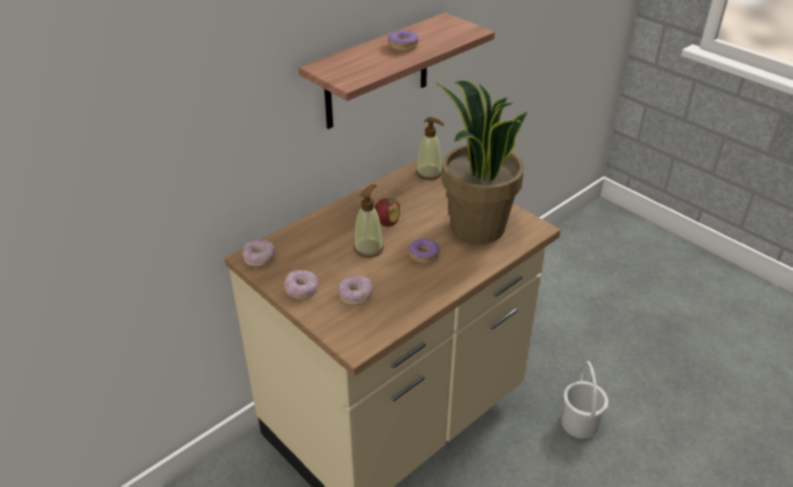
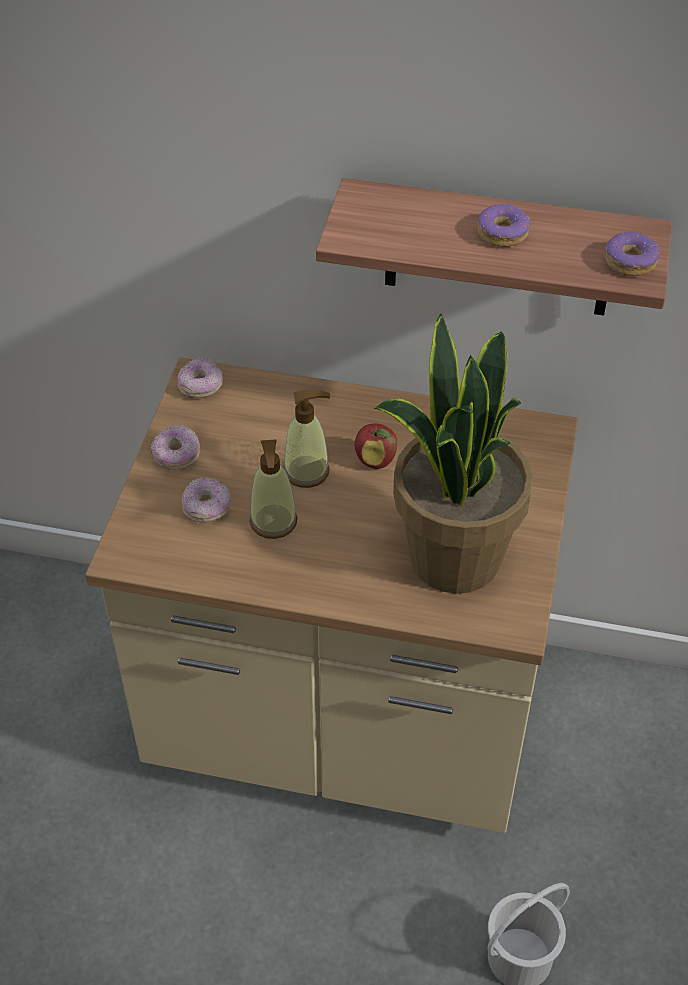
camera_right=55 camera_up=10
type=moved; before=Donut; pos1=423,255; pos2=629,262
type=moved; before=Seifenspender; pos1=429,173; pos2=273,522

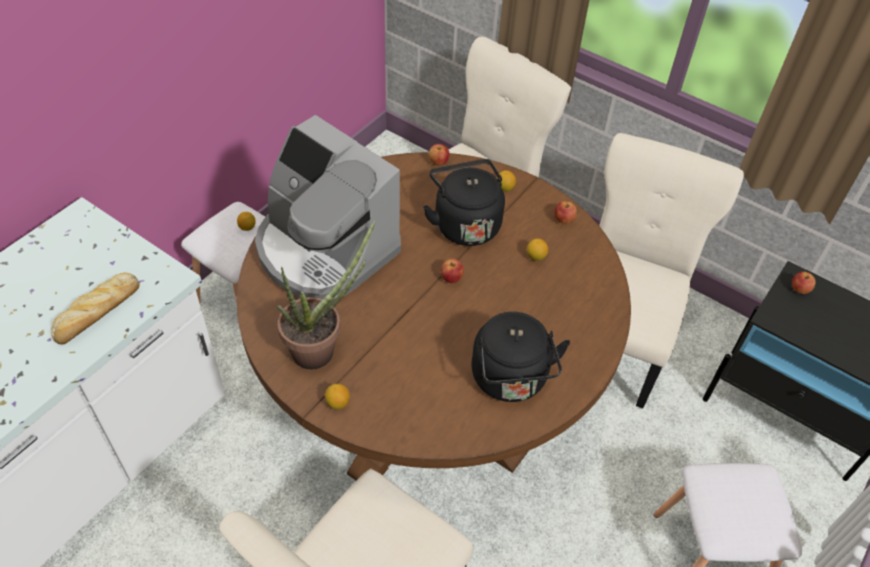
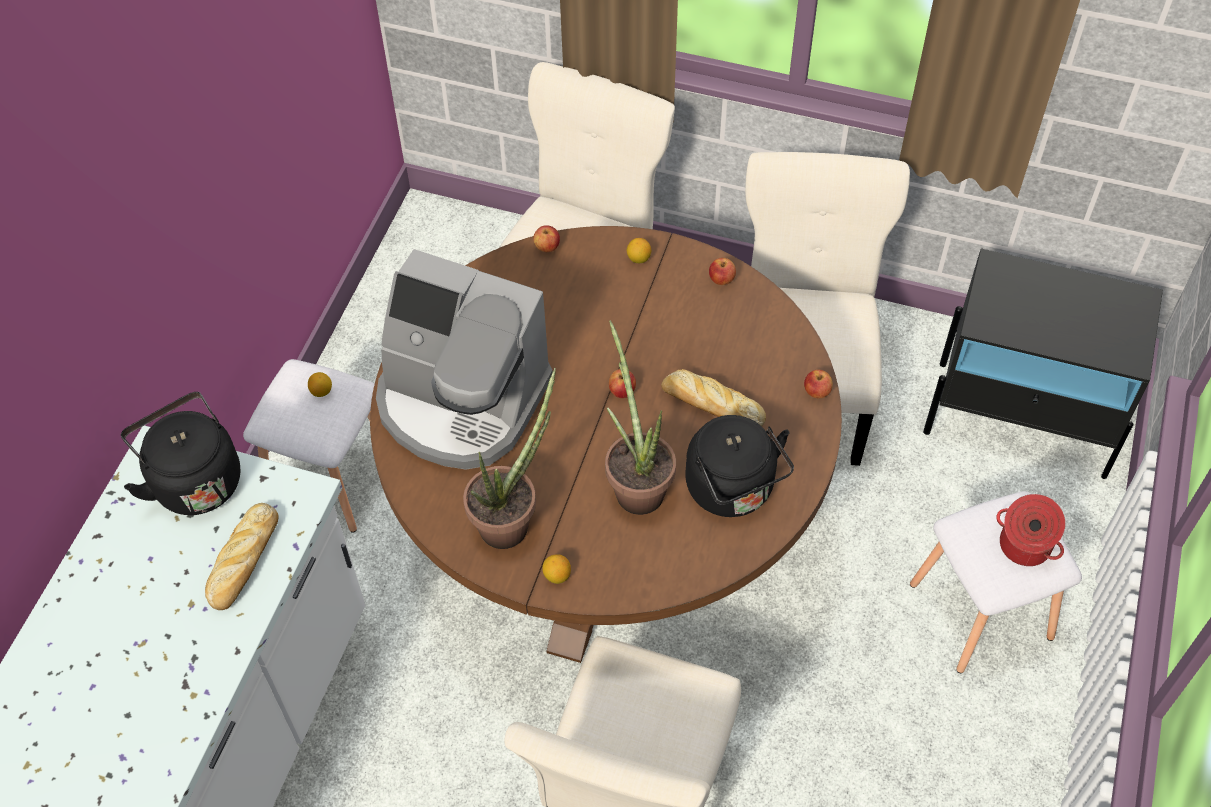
camera_right=-15 camera_up=5
type=removed; before=Zitrone; pos1=536,256
type=added; after=Topfpflanze; pos2=636,484
type=added; after=Brot; pos2=710,405
type=added; after=Kochtopf; pos2=1023,546
type=moved; before=Wasserkessel [schwarz]; pos1=465,223; pos2=194,479
type=moved; before=Apfel; pos1=799,289; pos2=816,392

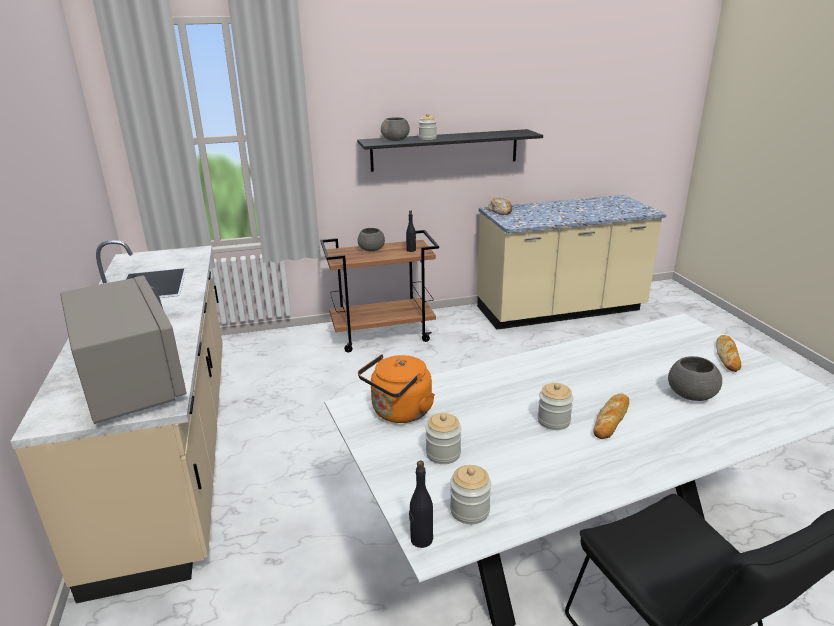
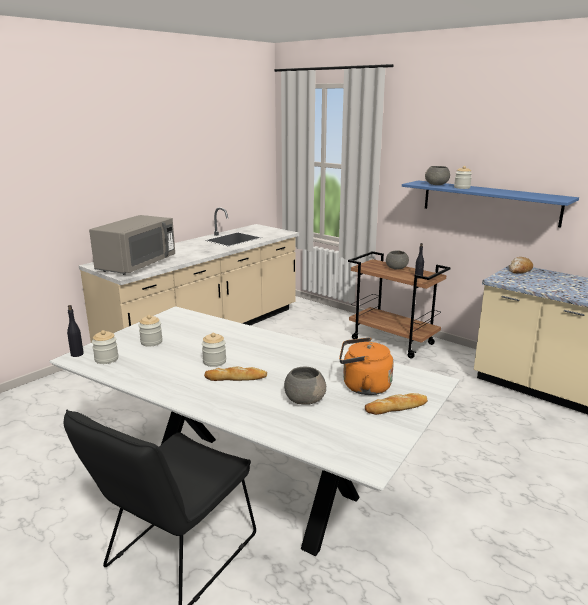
camera_right=55 camera_up=-5
type=moved; before=Wasserkessel [orange]; pos1=399,413; pos2=363,386
type=recoloured; before=Wandregal [schwarz]; after=Wandregal [blau]; pos1=445,150; pos2=489,202

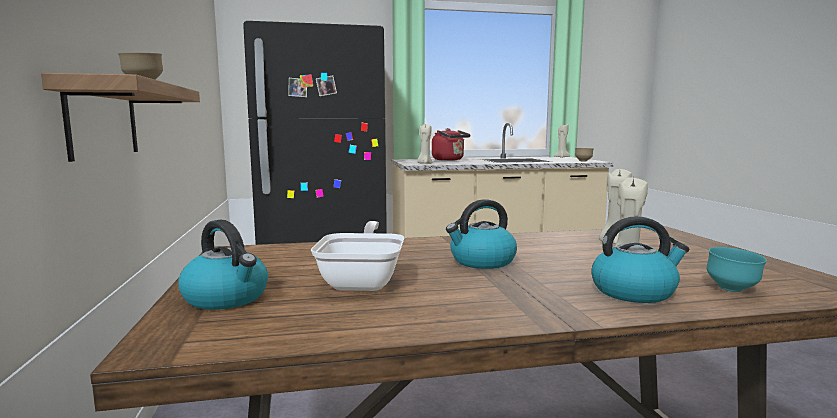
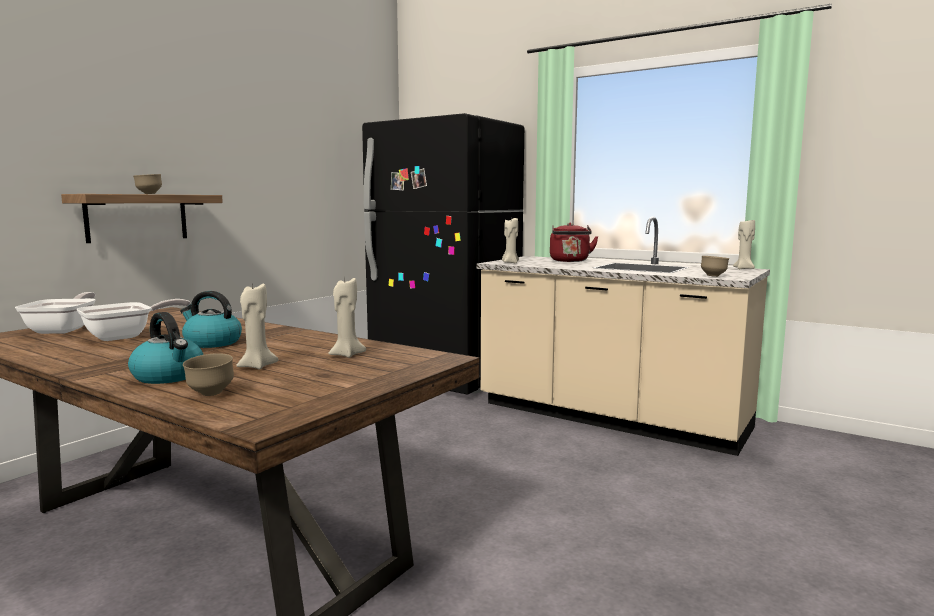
camera_right=45 camera_up=0
type=replaced; before=Wasserkessel; after=Pfanne; pos1=227,298; pos2=65,329
type=recoloured; before=Schüssel [türkis]; after=Schüssel [braun]; pos1=732,290; pos2=210,394

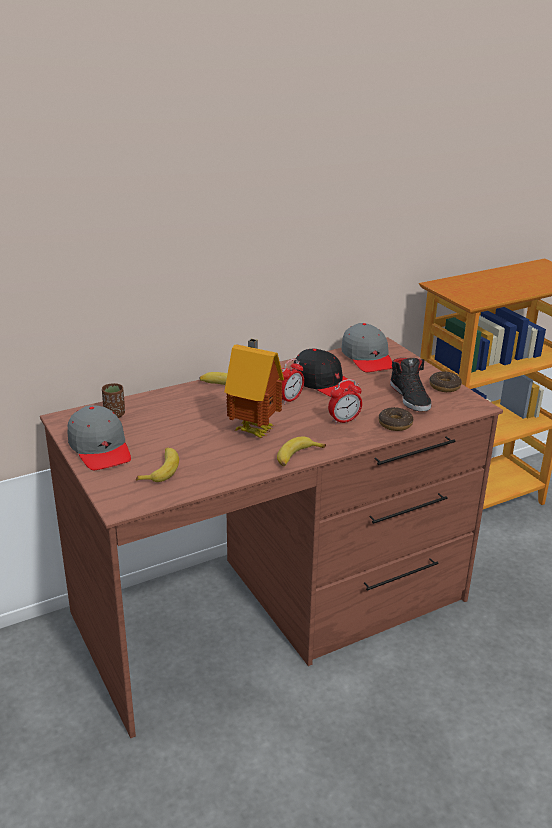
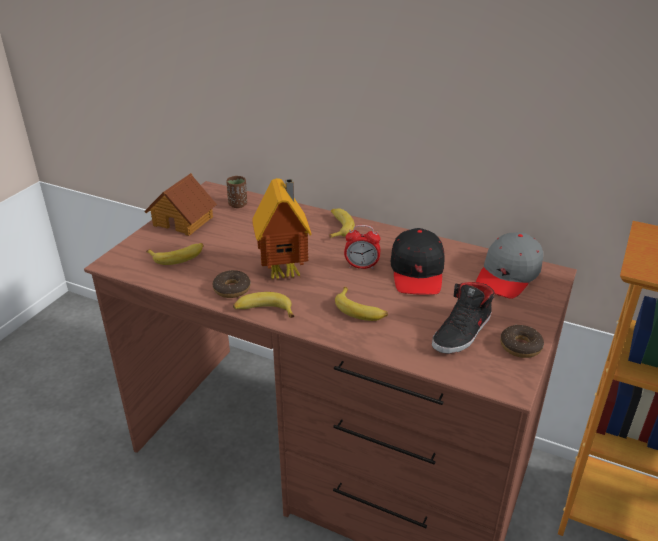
camera_right=55 camera_up=5
type=moved; before=Donut; pos1=395,424; pos2=232,289
type=replaced; before=Kappe [grau]; after=Spielzeughaus; pos1=100,448; pos2=183,220
type=replaced; before=Wecker; after=Banane; pos1=344,420; pos2=360,310

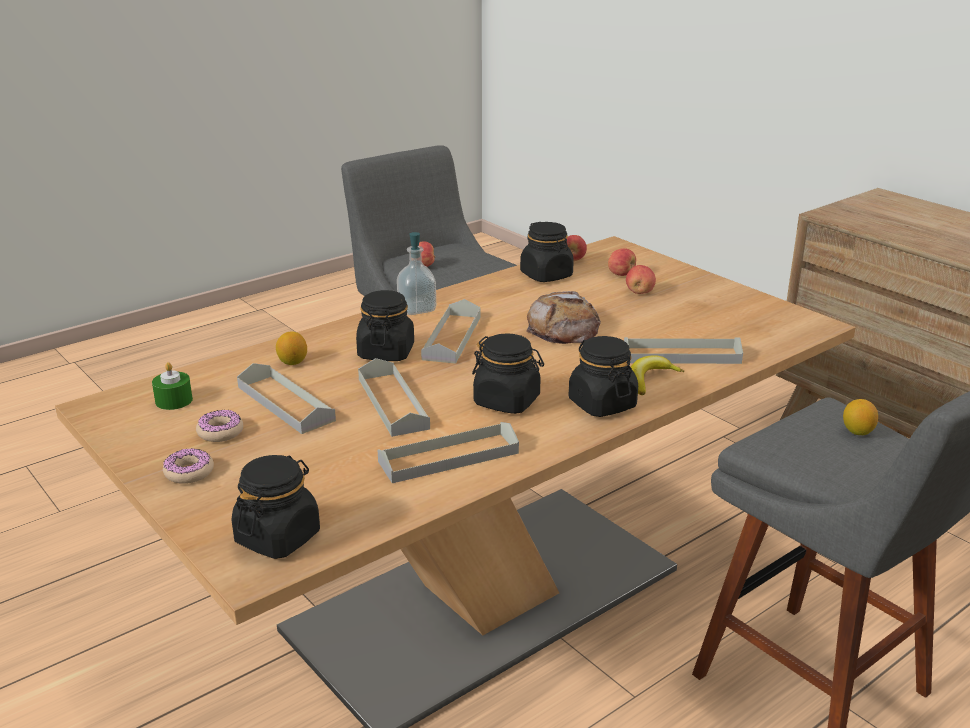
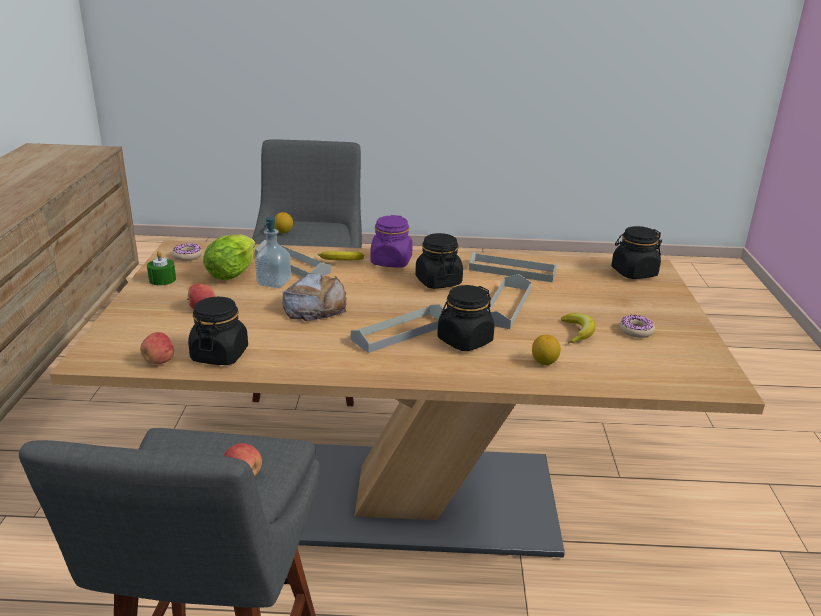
camera_right=-140 camera_up=0
type=removed; before=Apfel; pos1=621,274
type=added; after=Salatkopf; pos2=234,272
type=moved; before=Kerze [grün]; pos1=174,400; pos2=162,279
type=moved; before=Donut; pos1=189,472; pos2=187,256
type=moved; before=Seifenspender; pos1=417,309; pos2=274,282
type=replaced; before=Tablett [grau]; after=Banane; pos1=285,403; pos2=577,332
type=recoloured; before=Vorratsglas [schwarz]; after=Vorratsglas [lila]; pos1=601,404; pos2=391,262

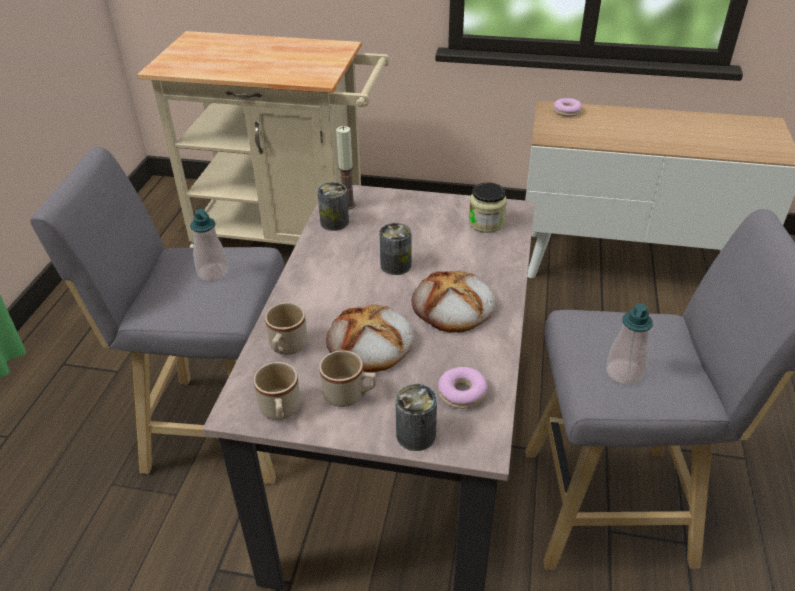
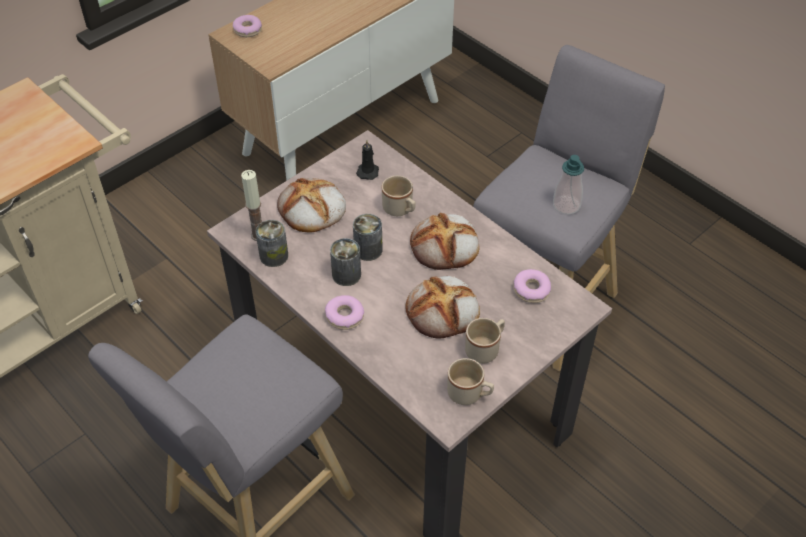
camera_right=-55 camera_up=10
type=removed; before=Seifenspender; pos1=213,273
type=added; after=Brot; pos2=311,209
type=added; after=Donut; pos2=344,316
type=moved; before=Henkelbecher [beige]; pos1=286,348; pos2=400,210
type=moved; before=Dose; pos1=416,435; pos2=346,274
type=replaced; before=Vorratsglas; after=Kerze [schwarz]; pos1=486,223; pos2=368,171

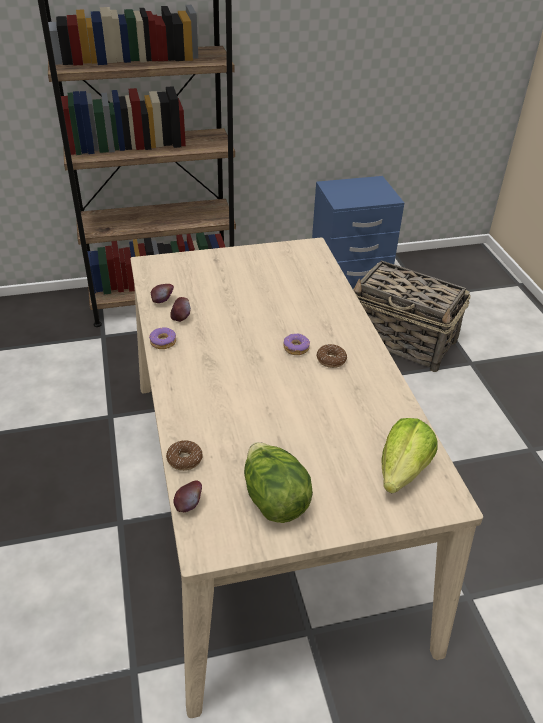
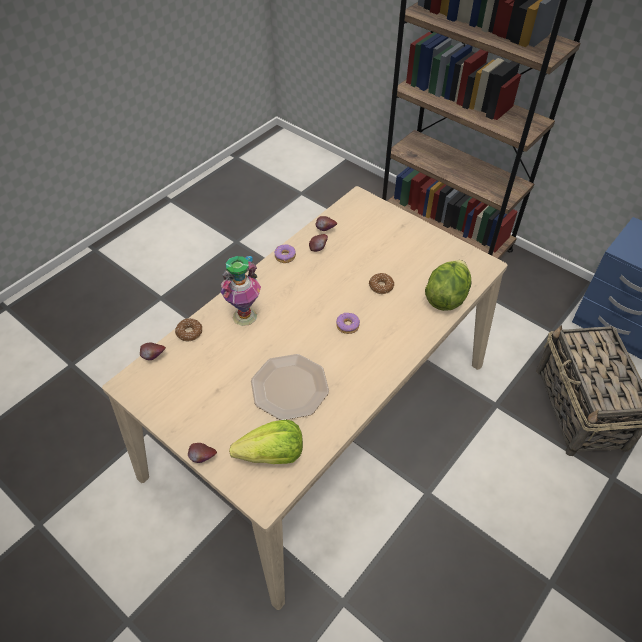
camera_right=55 camera_up=10
type=added; after=Apfel; pos2=203,458
type=added; after=Vase; pos2=244,316
type=added; after=Teller; pos2=290,387
type=moved; before=Salatkopf; pos1=274,499; pos2=446,297
type=moved; before=Donut; pos1=331,360; pos2=381,286

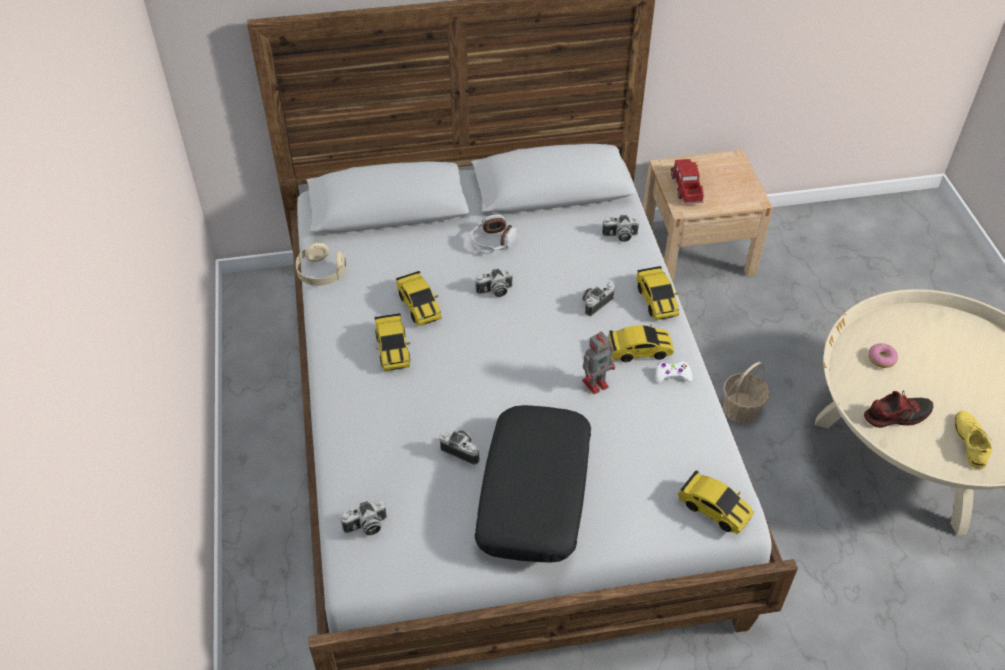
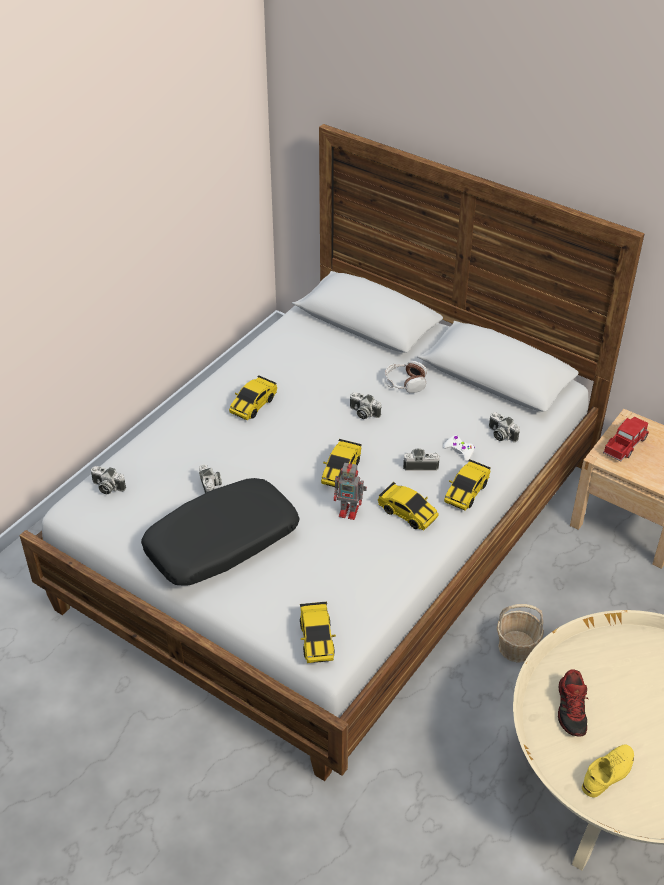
camera_right=45 camera_up=-5
type=removed; before=Kopfhörer [beige]; pos1=321,273
type=removed; before=Donut; pos1=881,359
type=moved; before=Spielzeugauto; pos1=419,305; pos2=341,471
type=moved; before=Gamepad [weiß]; pos1=672,375; pos2=459,450
type=turned; before=Schuh; pos1=896,415; pos2=572,709; turn=60

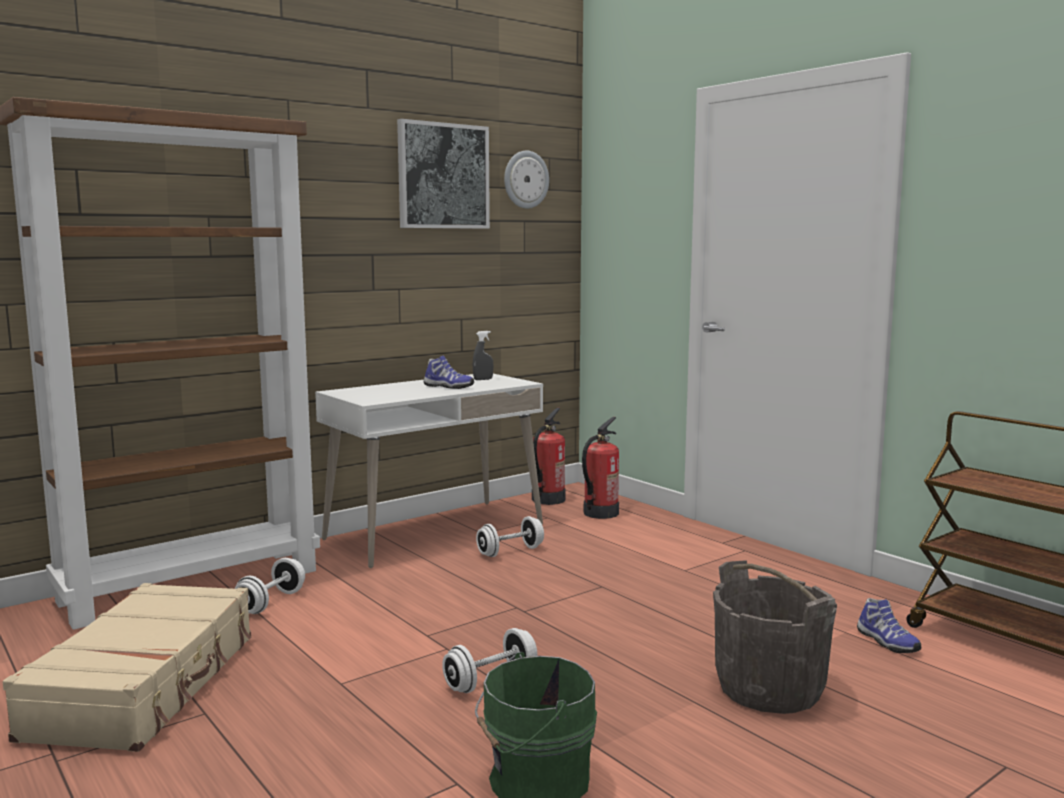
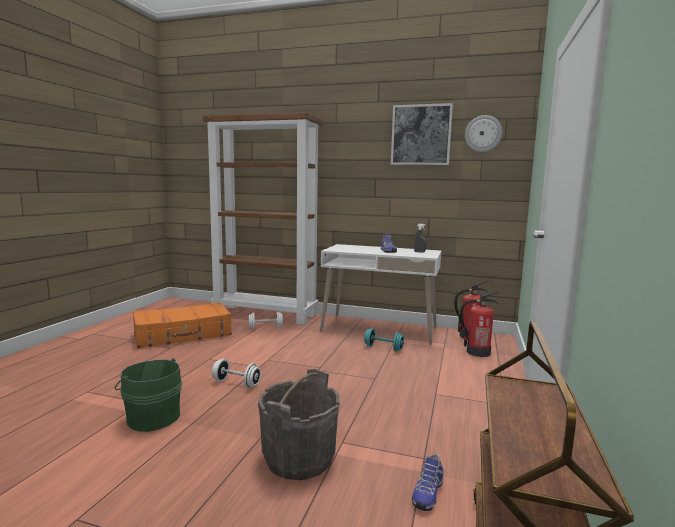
camera_right=55 camera_up=0
type=recoloured; before=Koffer [beige]; after=Koffer [orange]; pos1=146,685; pos2=183,334
type=recoloured; before=Hantel [weiß]; after=Hantel [türkis]; pos1=510,551; pos2=383,348

